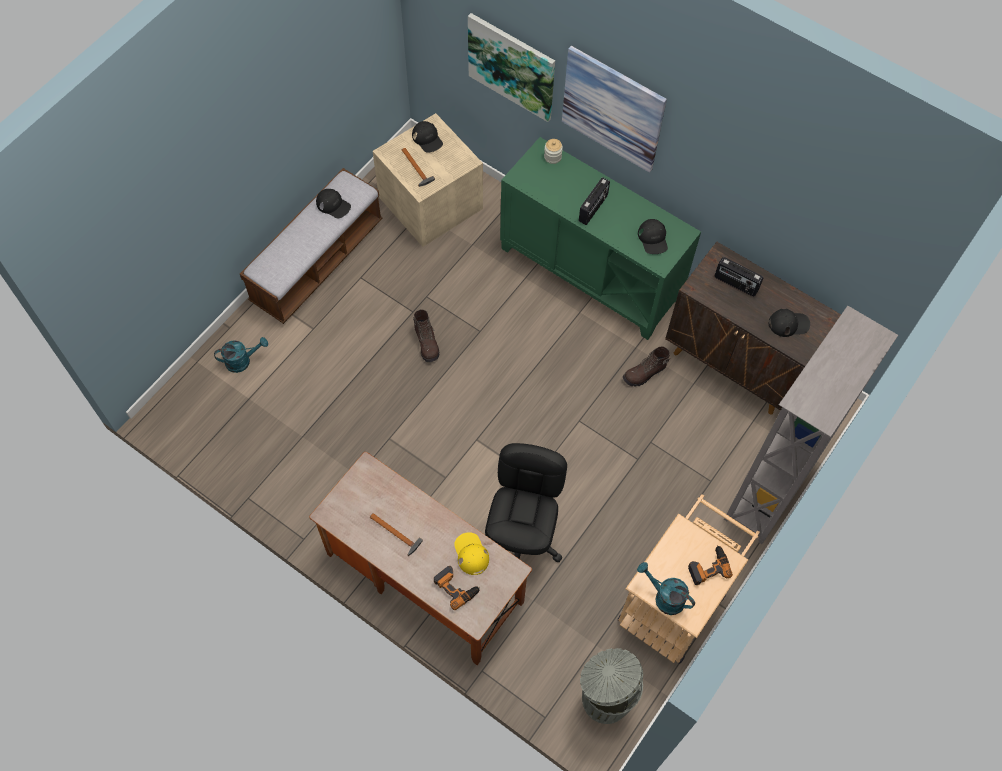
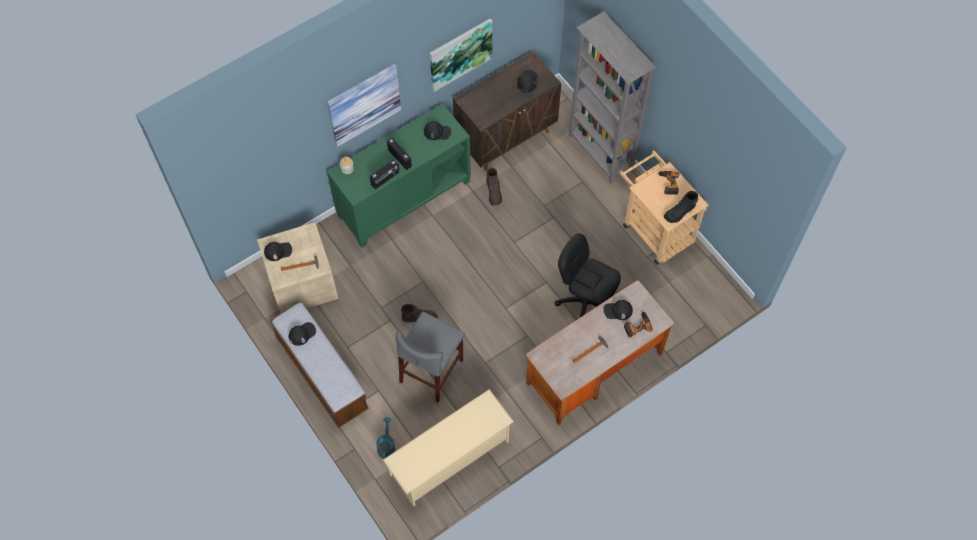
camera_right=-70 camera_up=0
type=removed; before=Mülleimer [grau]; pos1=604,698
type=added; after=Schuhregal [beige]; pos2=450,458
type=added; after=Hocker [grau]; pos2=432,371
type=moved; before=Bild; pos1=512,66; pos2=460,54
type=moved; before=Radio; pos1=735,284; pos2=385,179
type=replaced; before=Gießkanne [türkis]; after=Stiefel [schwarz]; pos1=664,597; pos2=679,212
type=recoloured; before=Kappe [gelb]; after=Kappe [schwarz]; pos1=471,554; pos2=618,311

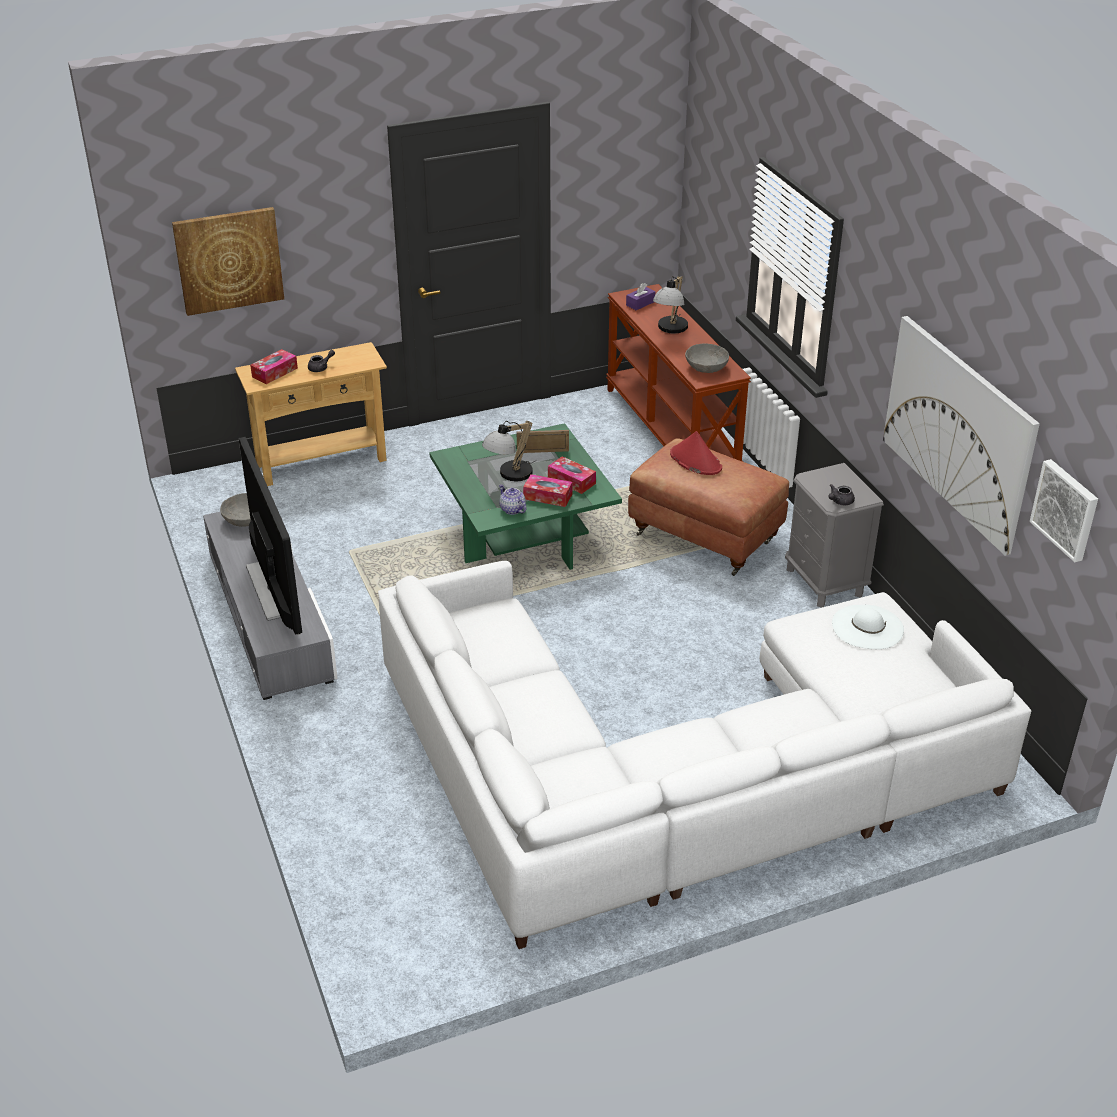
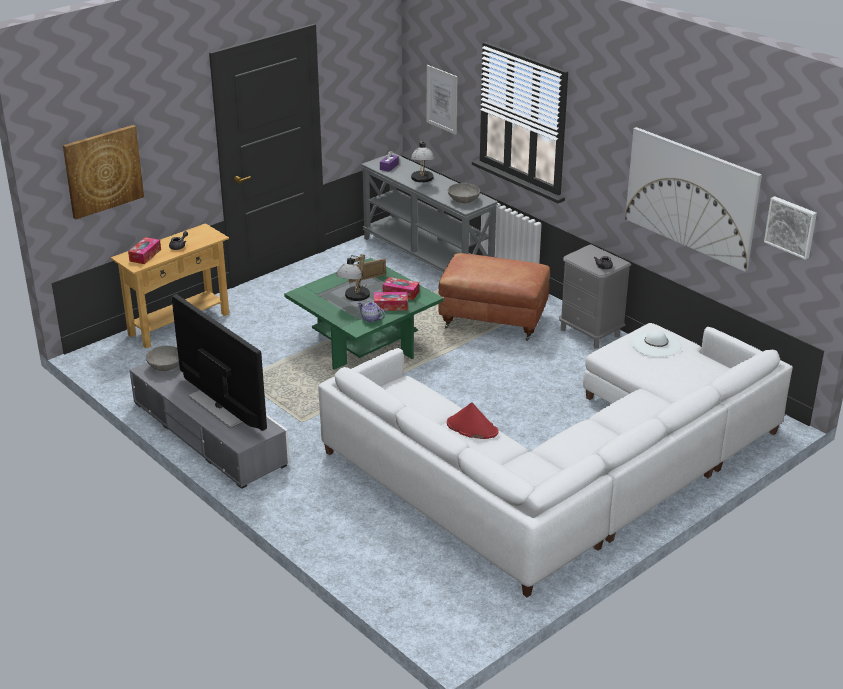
camera_right=-20 camera_up=-5
type=added; after=Bild; pos2=442,99
type=moved; before=Hut [rot]; pos1=695,461; pos2=472,428
type=recoloured; before=Konsolentisch [braun]; after=Konsolentisch [grau]; pos1=672,432; pos2=428,258

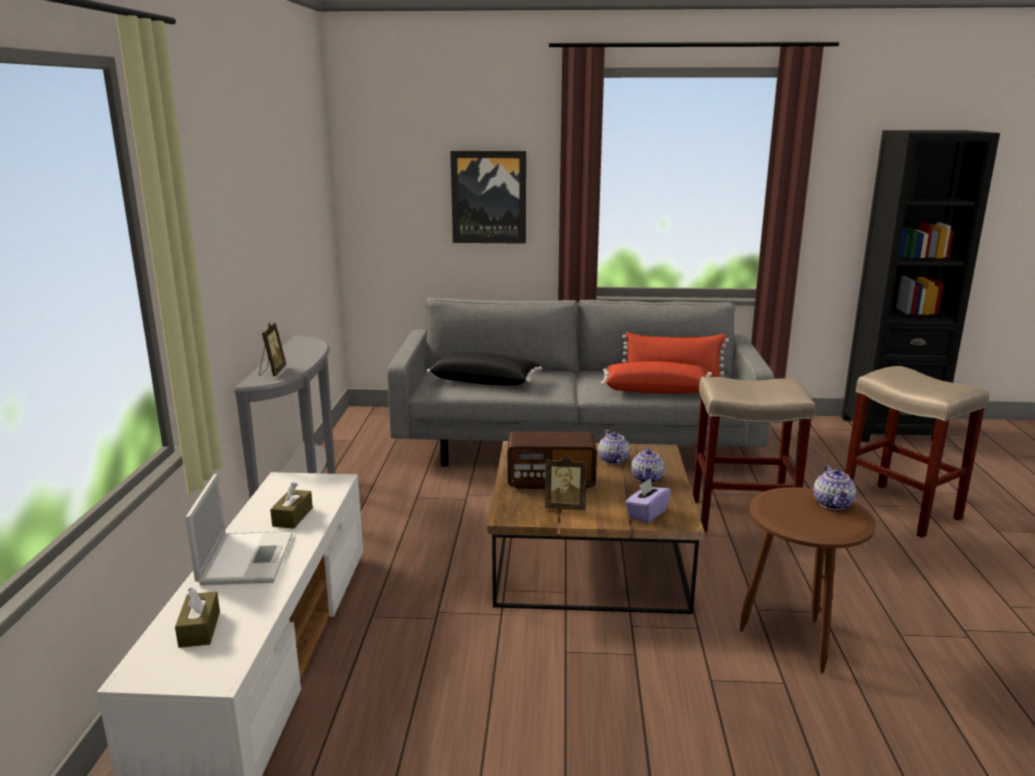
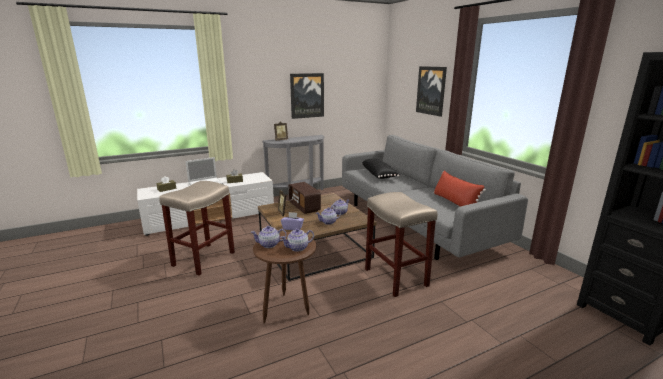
camera_right=60 camera_up=0
type=removed; before=Kissen [rot]; pos1=656,390
type=added; after=Teekanne; pos2=269,244
type=added; after=Bild; pos2=307,95
type=moved; before=Hocker [beige]; pos1=898,509; pos2=204,258

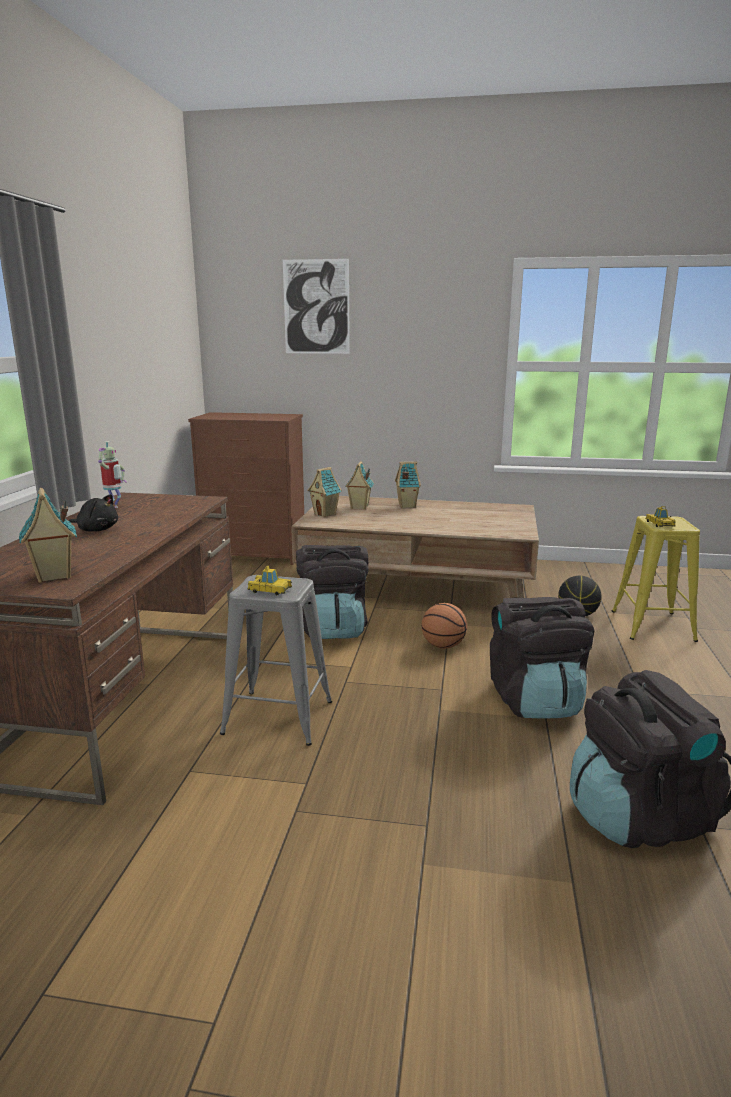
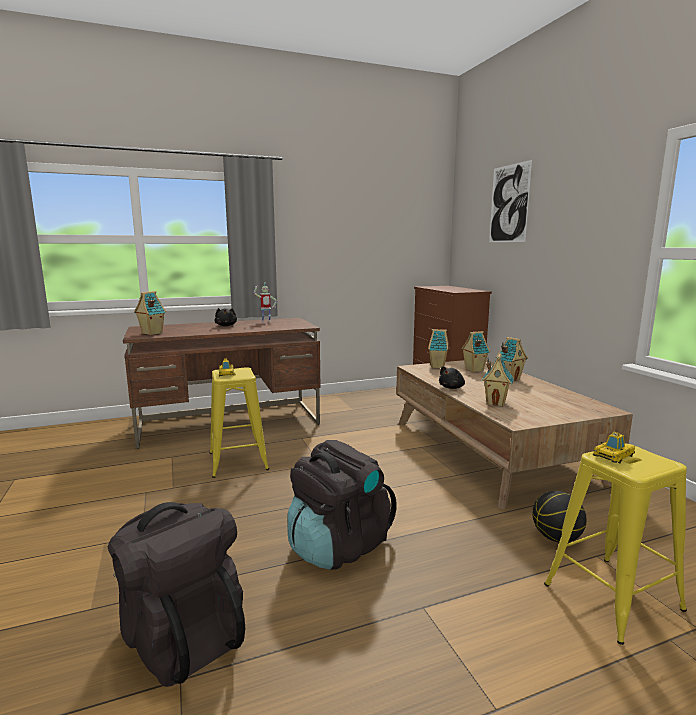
camera_right=60 camera_up=-5
type=removed; before=Rucksack [schwarz]; pos1=333,629
type=removed; before=Basketball; pos1=443,646
type=added; after=Plüschtier [schwarz]; pos2=452,387
type=added; after=Spielzeughaus; pos2=496,403
type=recoloured; before=Hocker [grau]; after=Hocker [gelb]; pos1=278,717; pos2=238,461

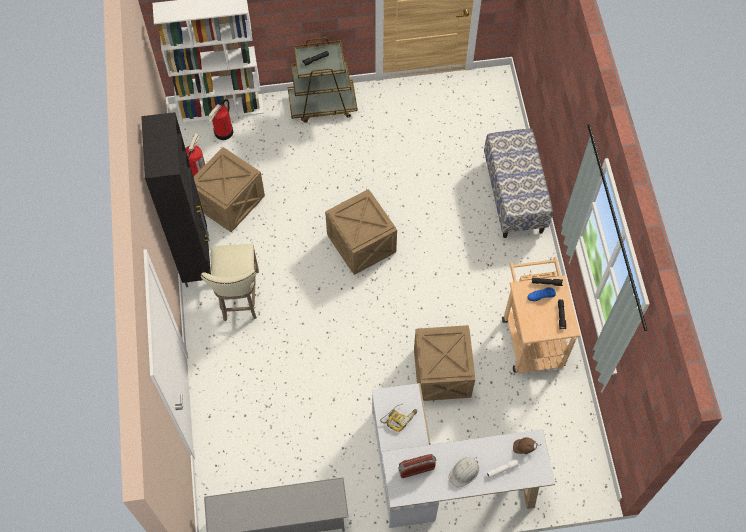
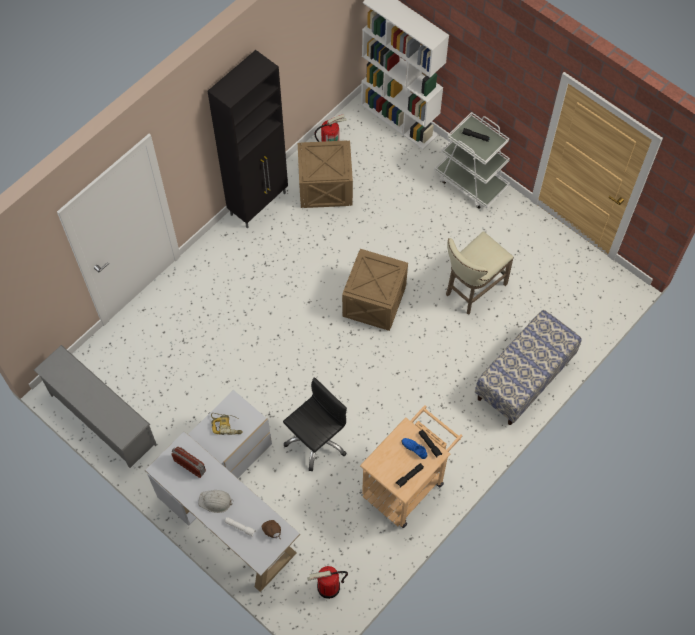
camera_right=50 camera_up=0
type=moved; before=Hocker [beige]; pos1=239,298; pos2=472,290
type=moved; before=Feuerlöscher; pos1=224,132; pos2=328,587
type=replaced; before=Kiste; after=Bürostuhl [schwarz]; pos1=442,372; pos2=316,440
type=recoloured; before=Rollwagen [braun]; after=Rollwagen [weiß]; pos1=323,104; pos2=471,182

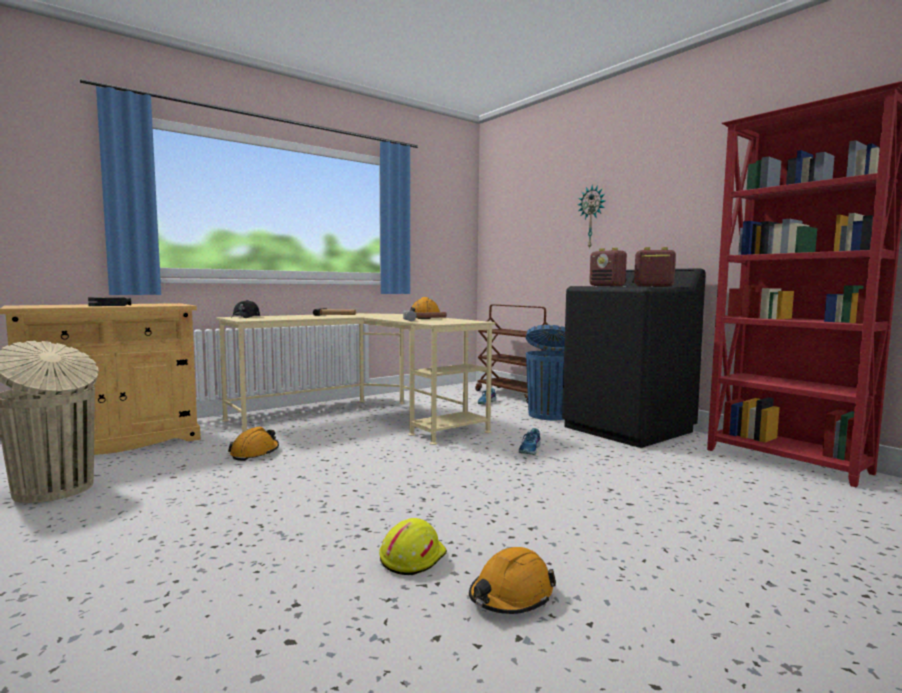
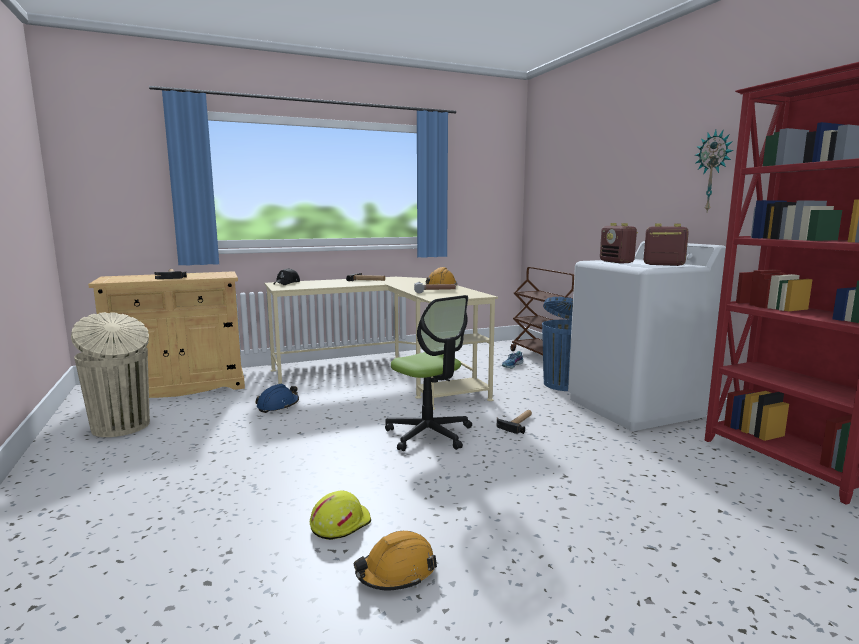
camera_right=15 camera_up=5
type=added; after=Bürostuhl; pos2=429,434
type=moved; before=Wanduhr; pos1=592,217; pos2=713,171
type=replaced; before=Schuh; after=Hammer; pos1=530,449; pos2=517,423
type=recoloured; before=Schutzhelm [orange]; after=Schutzhelm [blau]; pos1=255,453; pos2=278,406
type=recoloured; before=Waschmaschine [schwarz]; after=Waschmaschine [weiß]; pos1=628,429; pos2=635,408

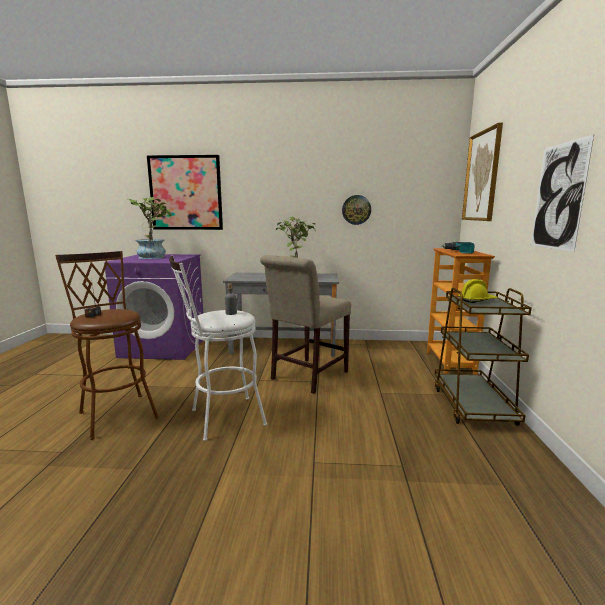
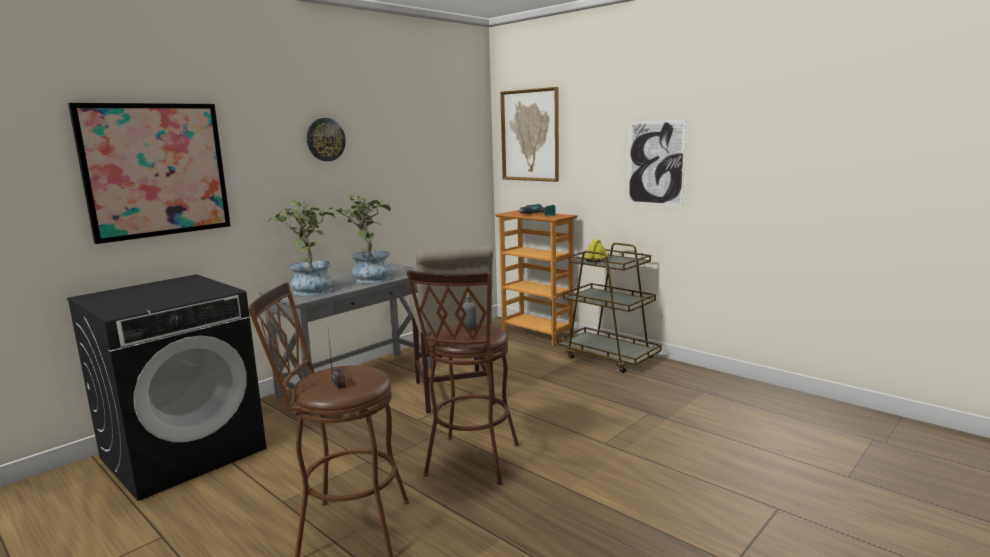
camera_right=-50 camera_up=0
type=moved; before=Topfpflanze; pos1=154,256; pos2=311,289
type=moved; before=Wanduhr; pos1=356,210; pos2=325,139
type=recoloured; before=Waschmaschine [lila]; after=Waschmaschine [schwarz]; pos1=164,347; pos2=184,453
type=recoloured; before=Hocker [weiß]; after=Hocker [braun]; pos1=221,418; pos2=470,464

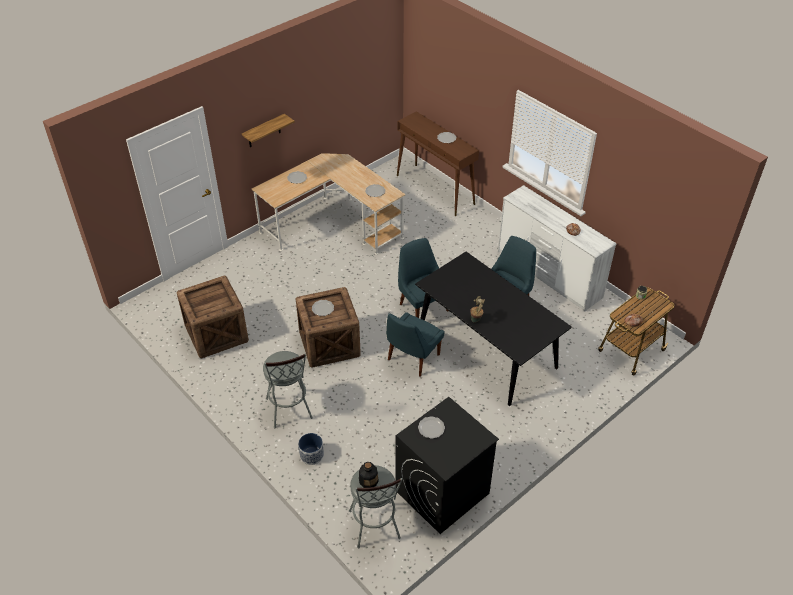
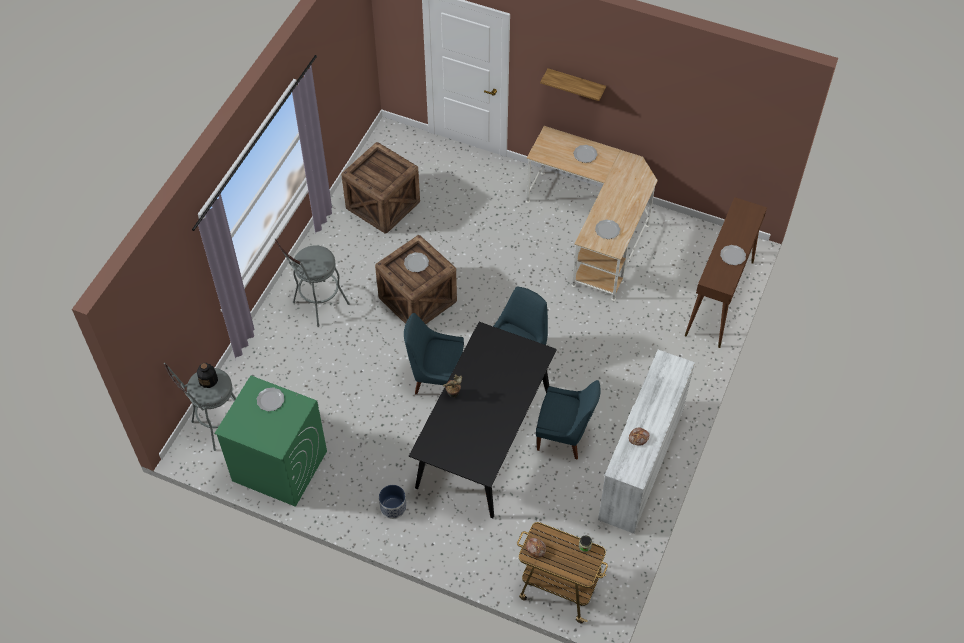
camera_right=65 camera_up=10
type=moved; before=Pflanzkübel; pos1=311,455; pos2=393,507
type=recoloured; before=Waschmaschine [schwarz]; after=Waschmaschine [grün]; pos1=442,492; pos2=279,466

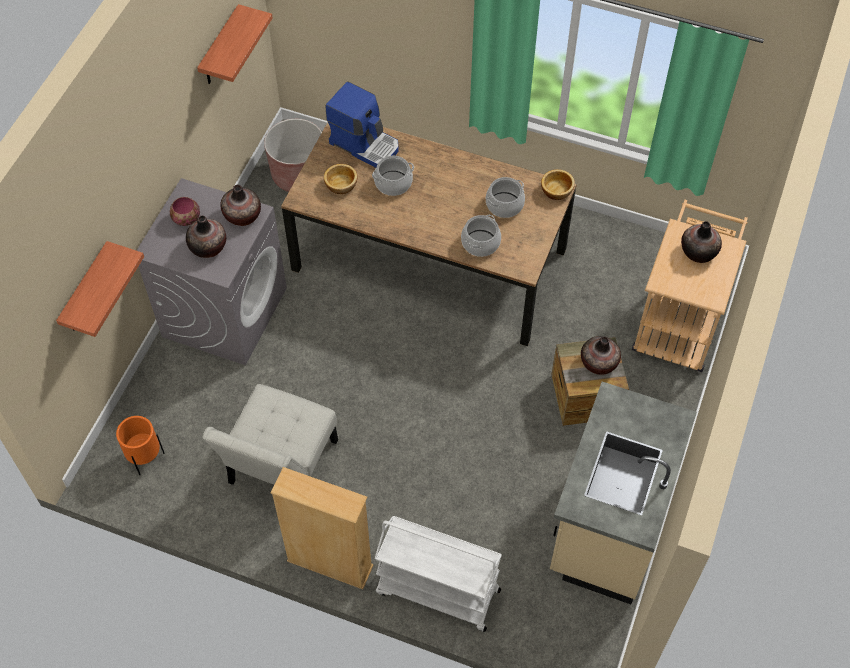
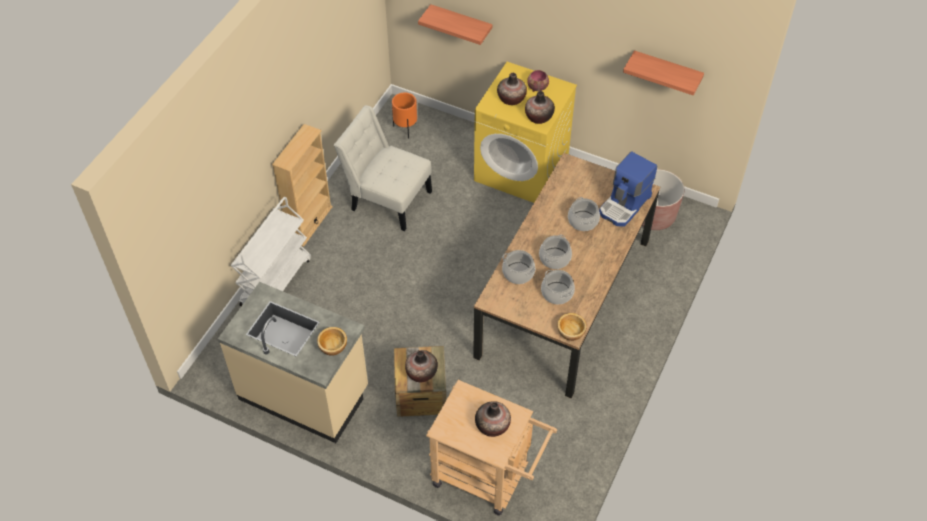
camera_right=95 camera_up=-5
type=added; after=Kochtopf; pos2=555,258
type=moved; before=Schüssel; pos1=341,185; pos2=333,347
type=recoloured; before=Waschmaschine [grau]; after=Waschmaschine [gelb]; pos1=224,311; pos2=522,169

